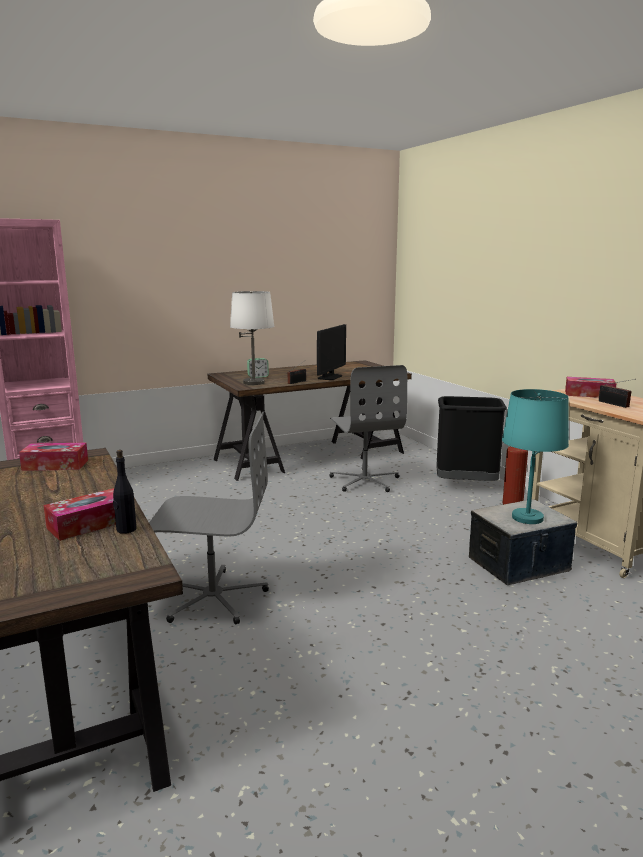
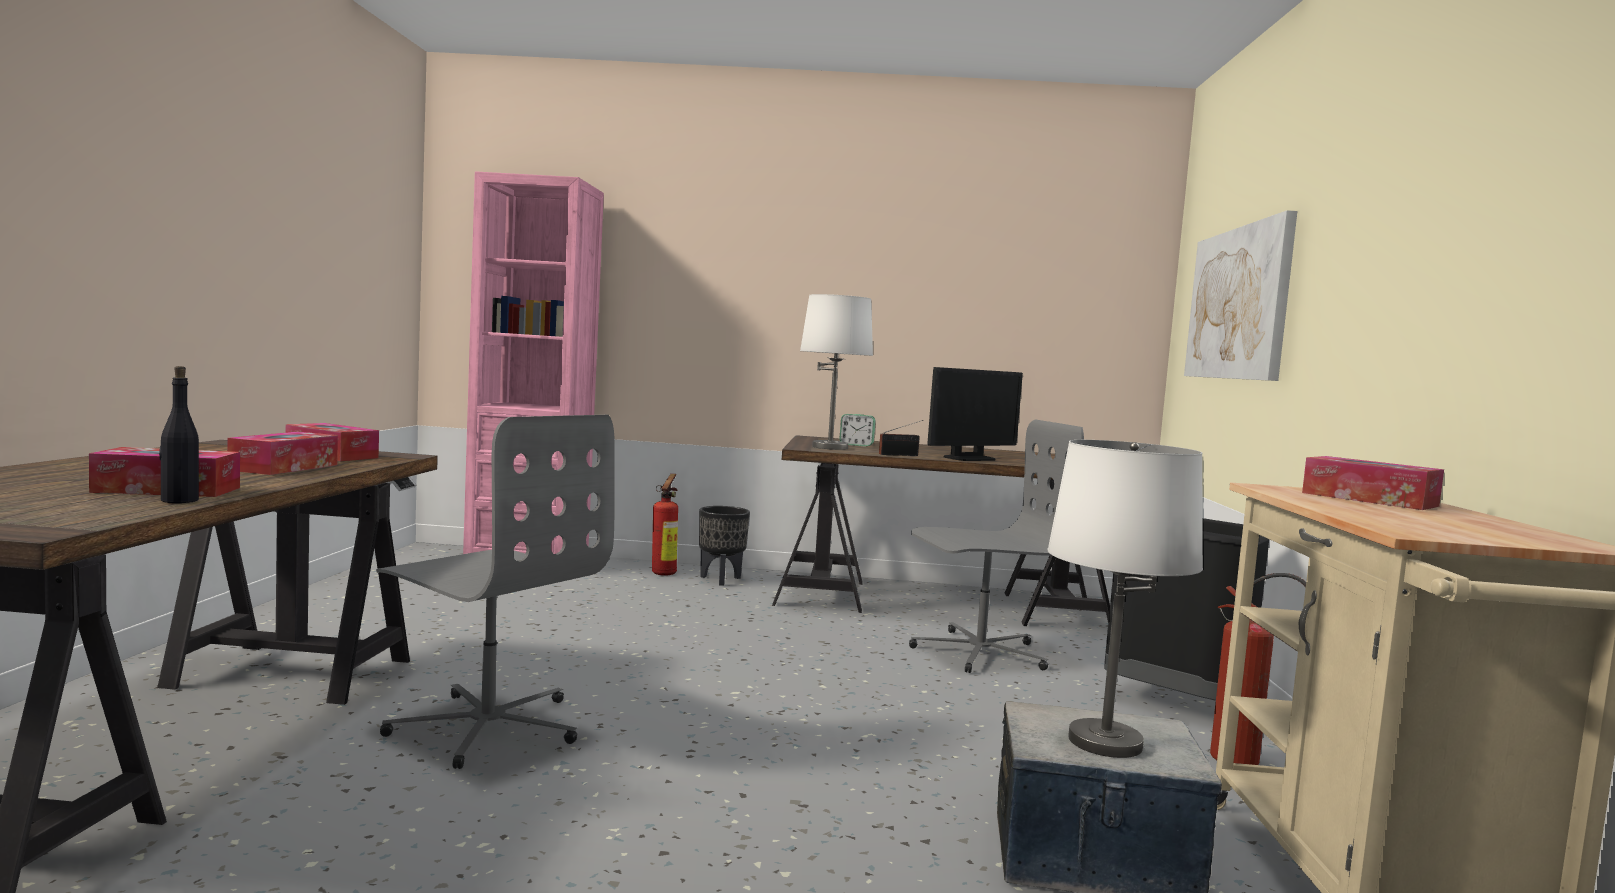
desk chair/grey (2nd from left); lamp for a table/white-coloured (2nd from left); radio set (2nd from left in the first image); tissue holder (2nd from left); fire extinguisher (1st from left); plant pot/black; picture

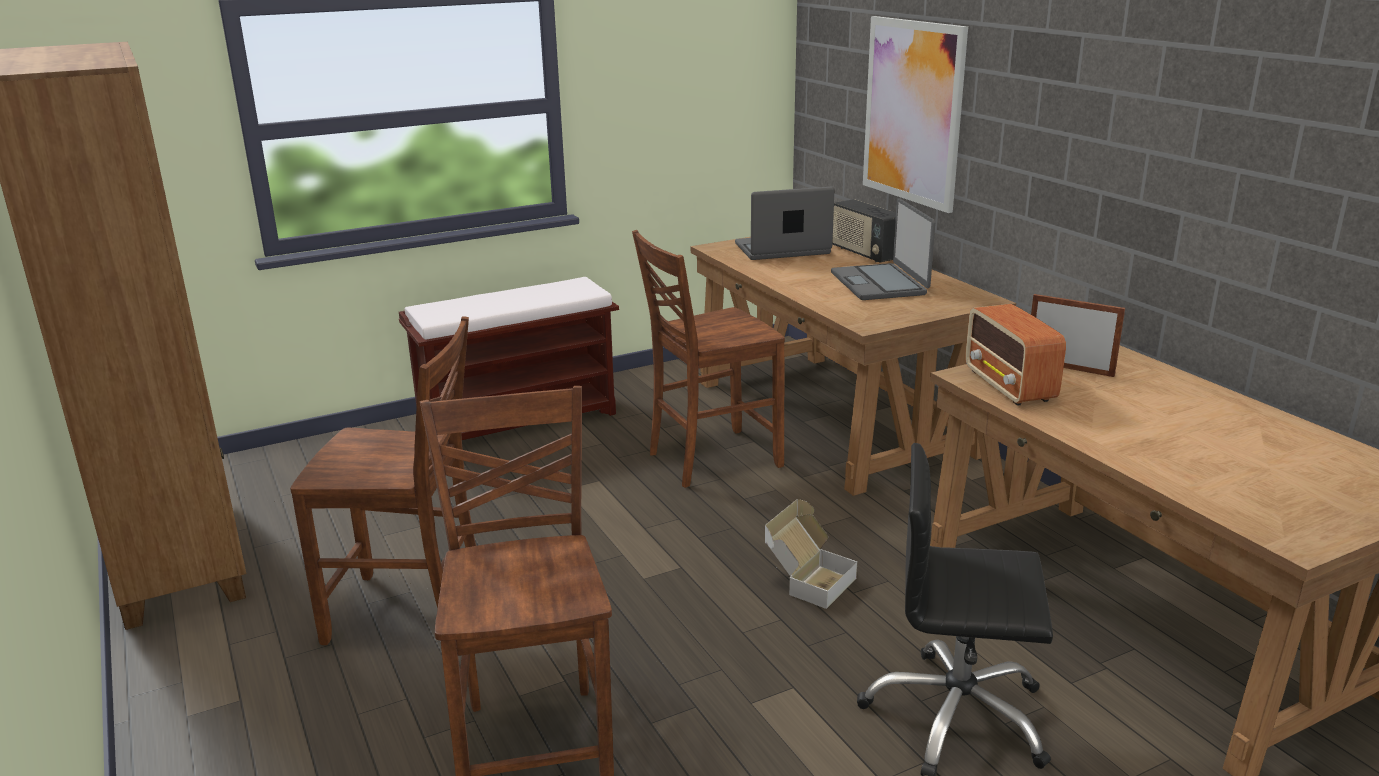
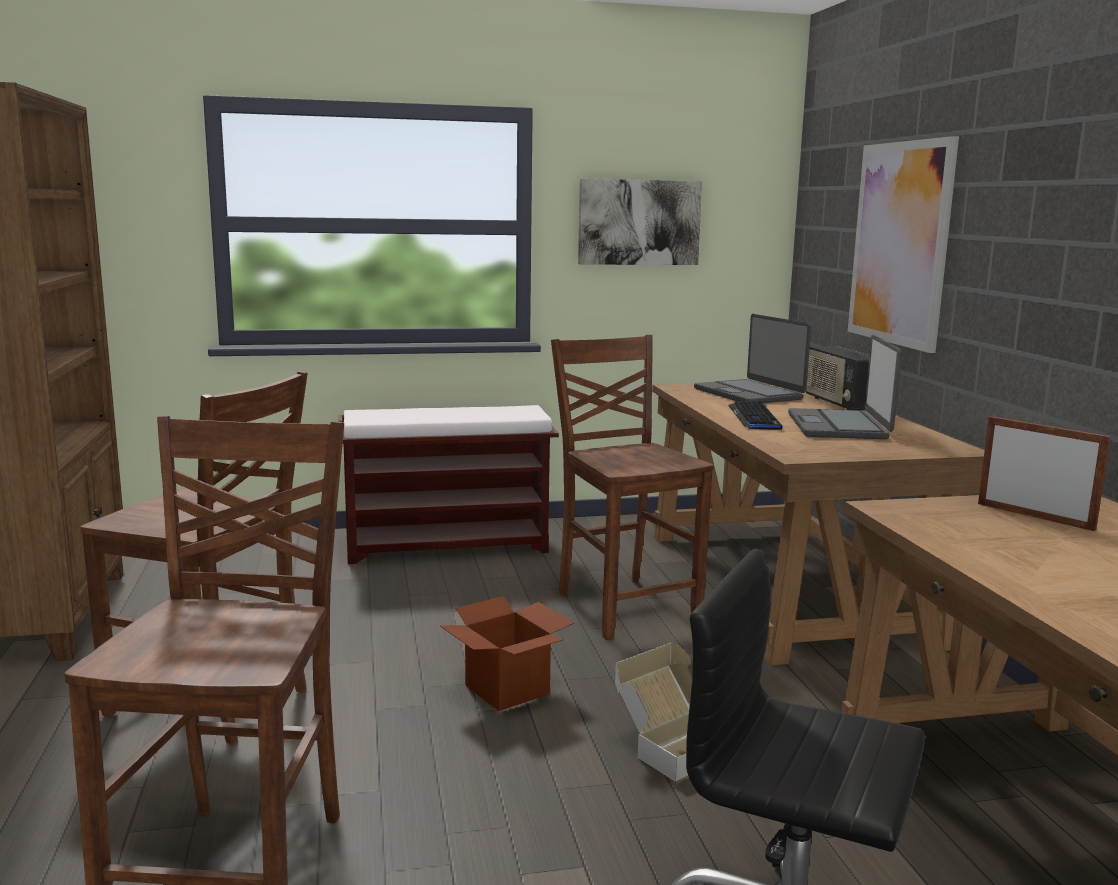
plain chair/brown (3rd from left); laptop (1st from left); radio set (2nd from left in the first image); packing box (1st from left); picture (1st from left); computer keyboard

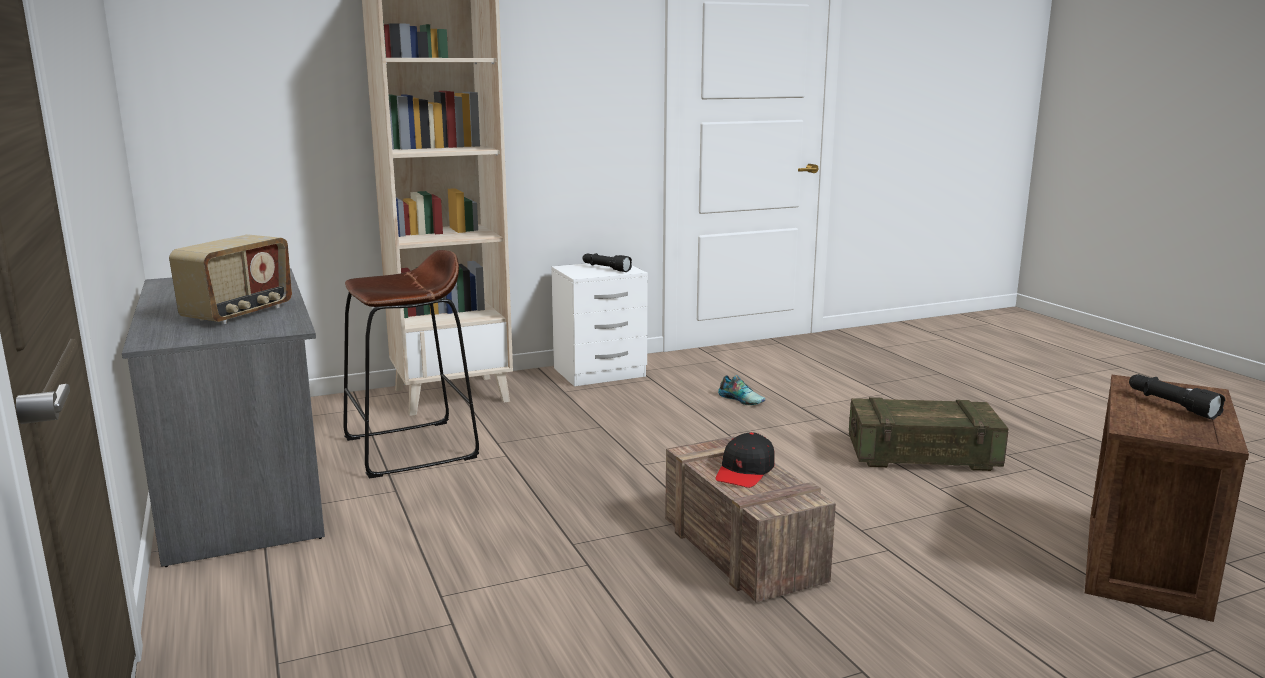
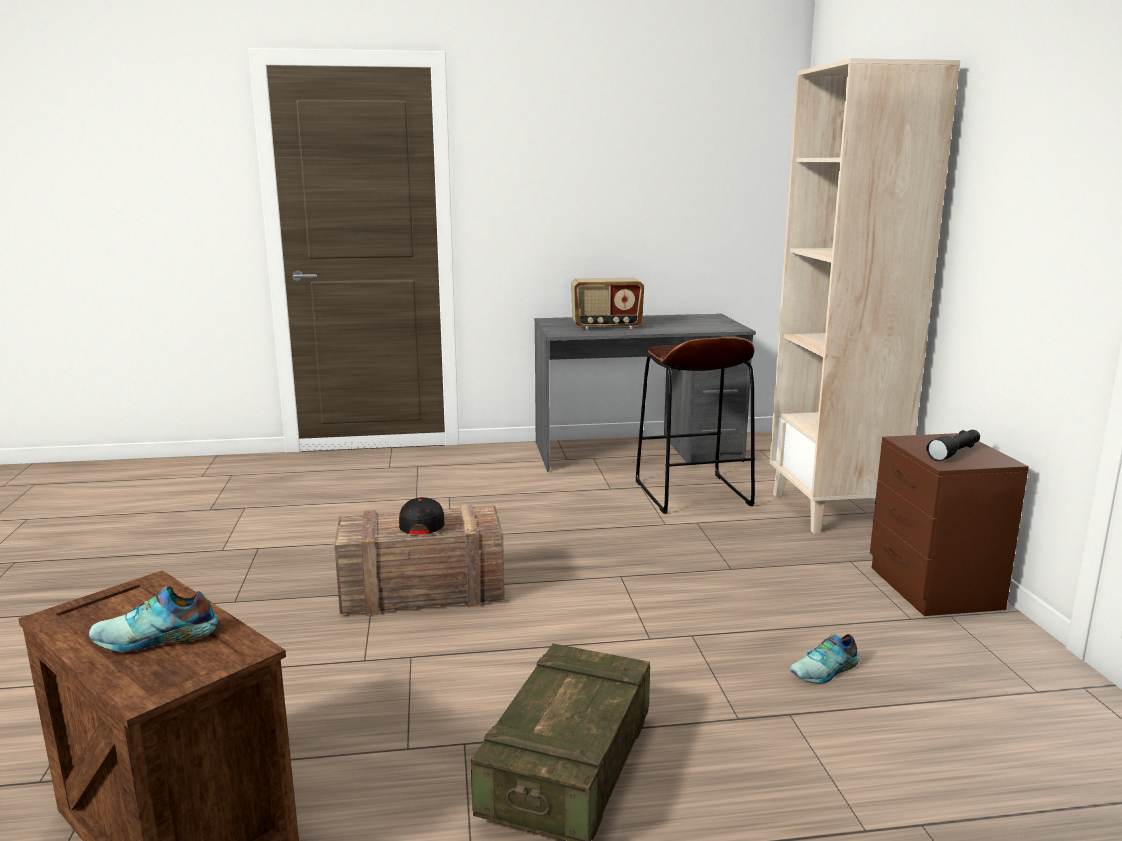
radio set; night table/brown; baseball cap/black; shoe (1st from left)

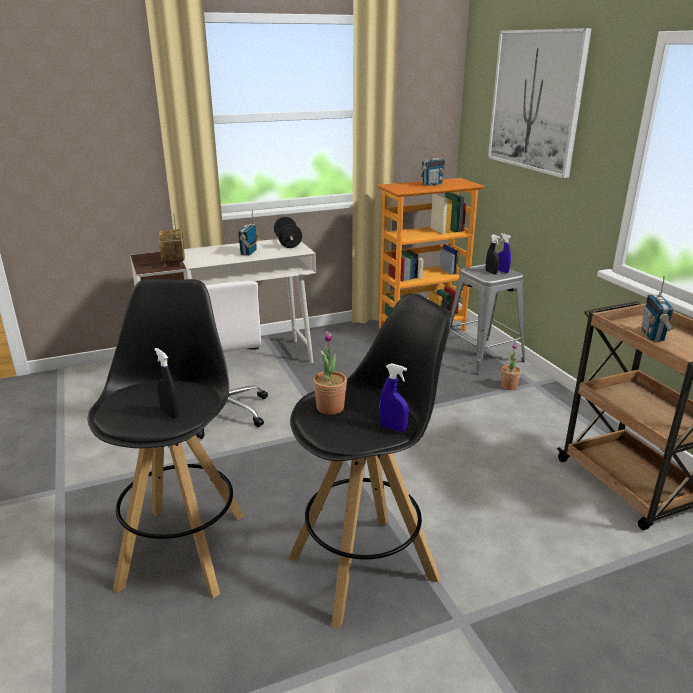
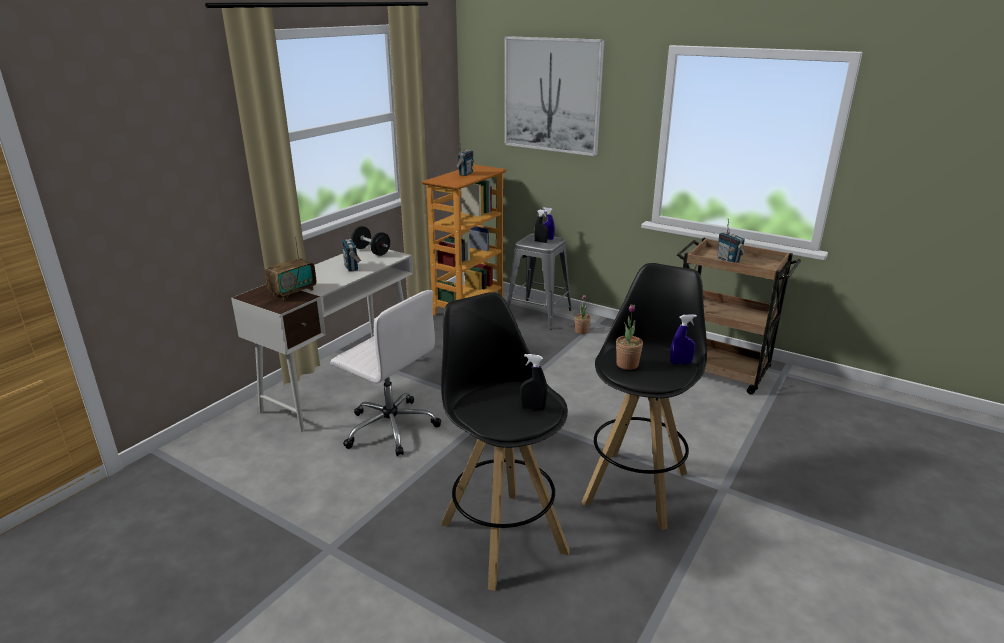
radio set (1st from left)

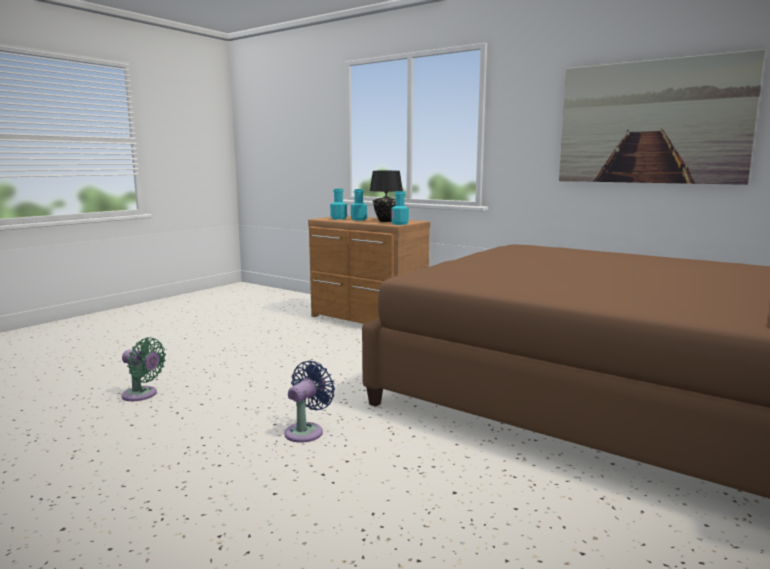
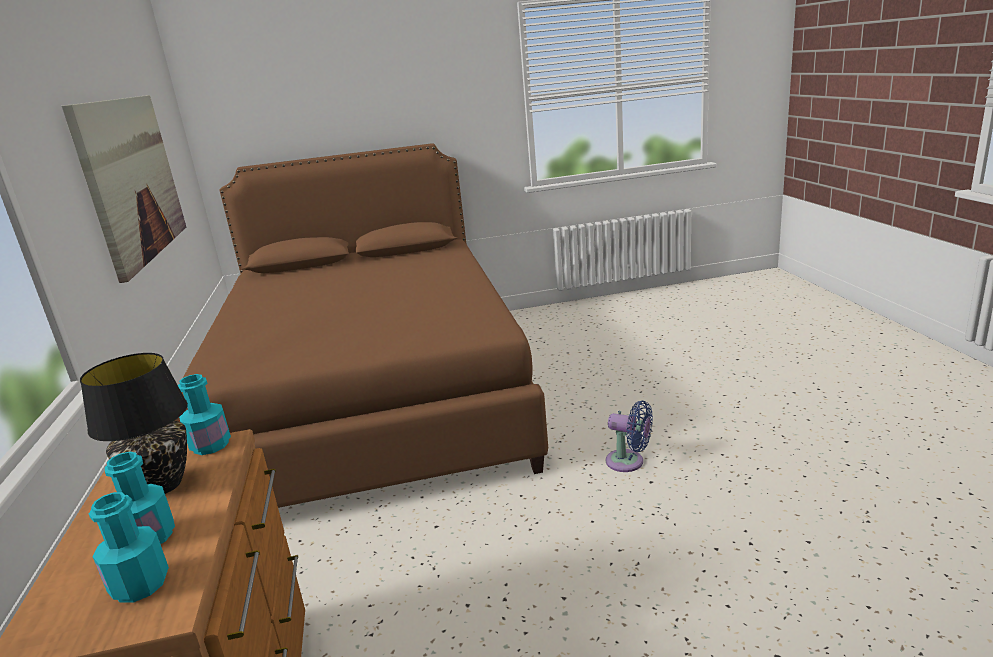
cooling fan/green; cooling fan/blue

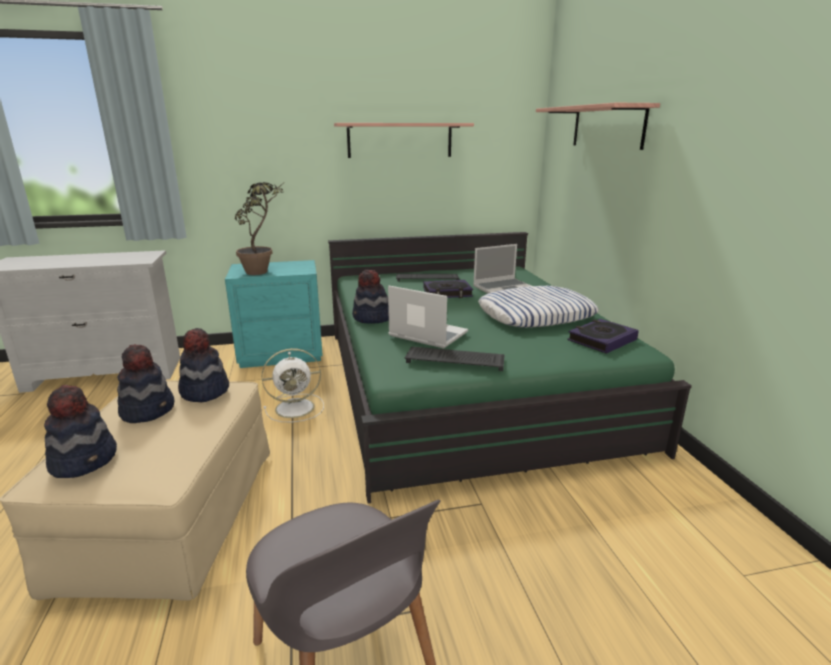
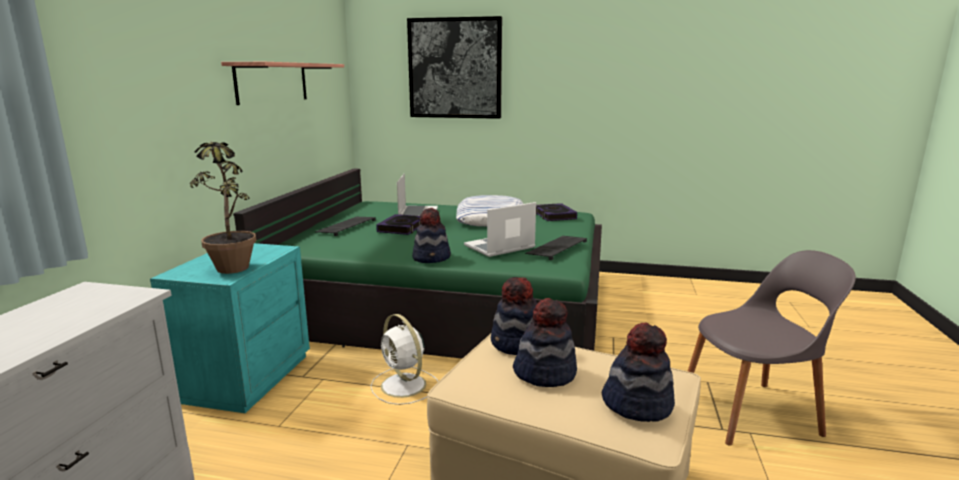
cooling fan/white-coloured; picture

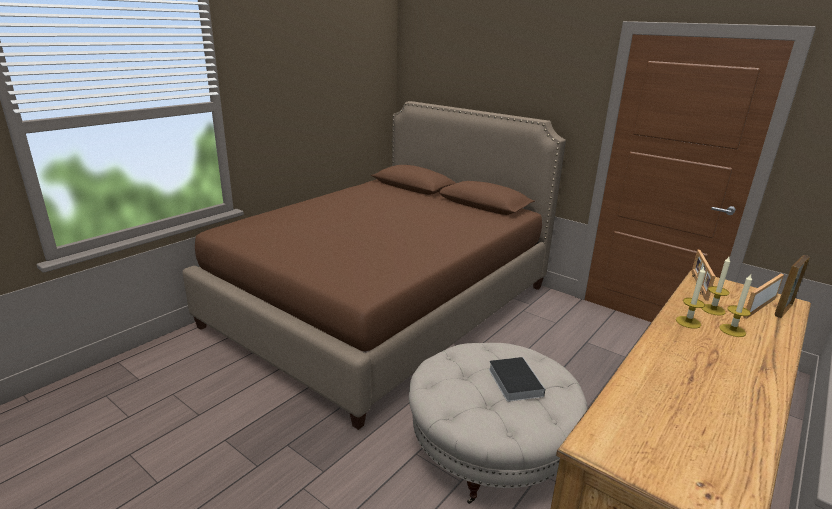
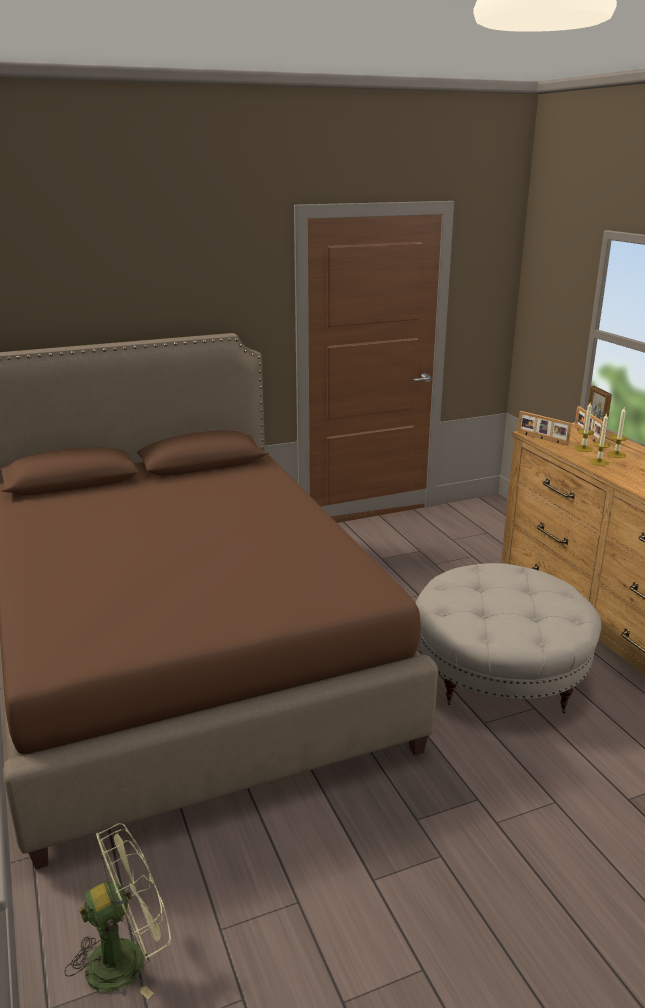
volume; cooling fan/green

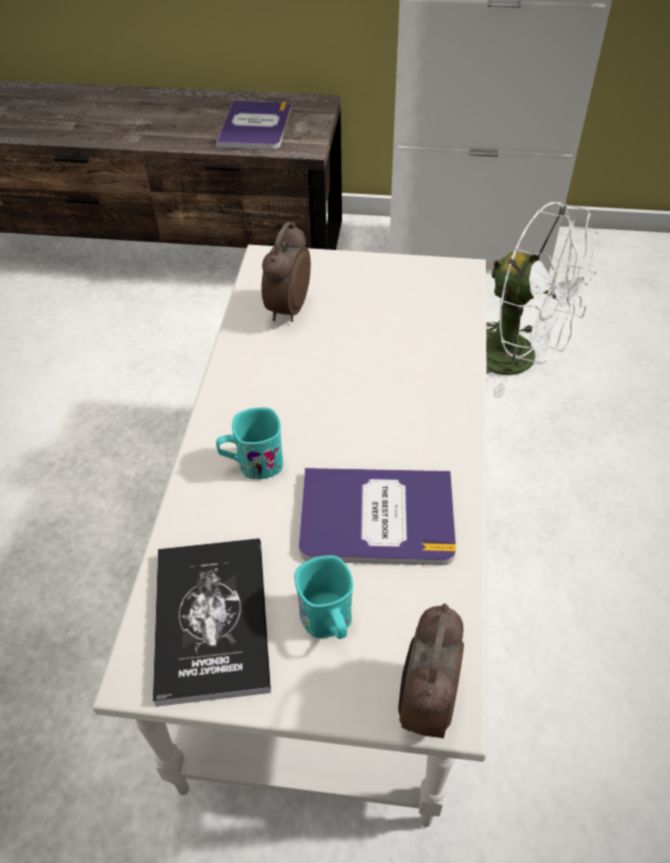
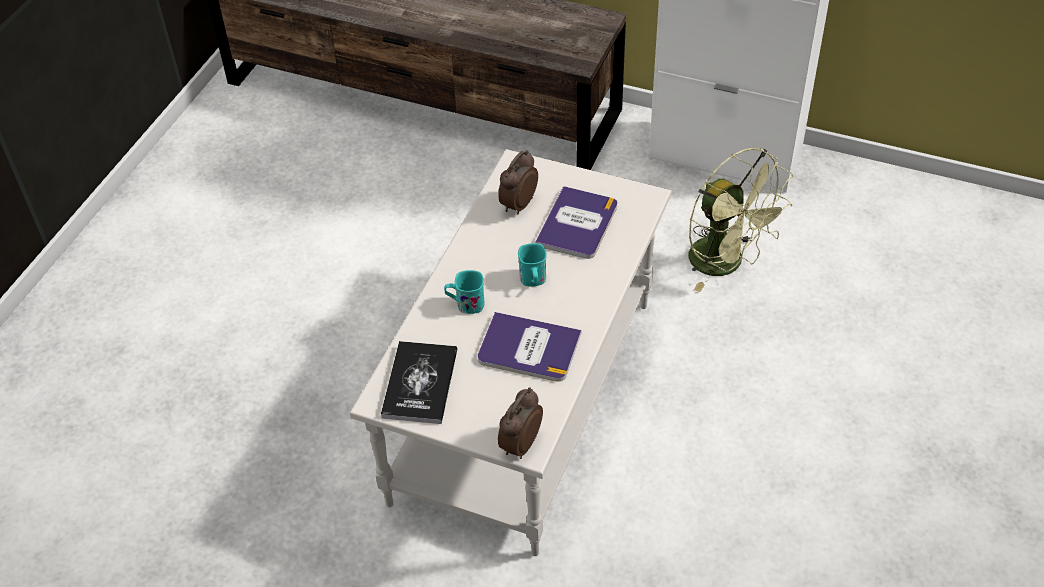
volume (3rd from left); tea mug/turquoise-coloured (2nd from left); cooling fan/green

